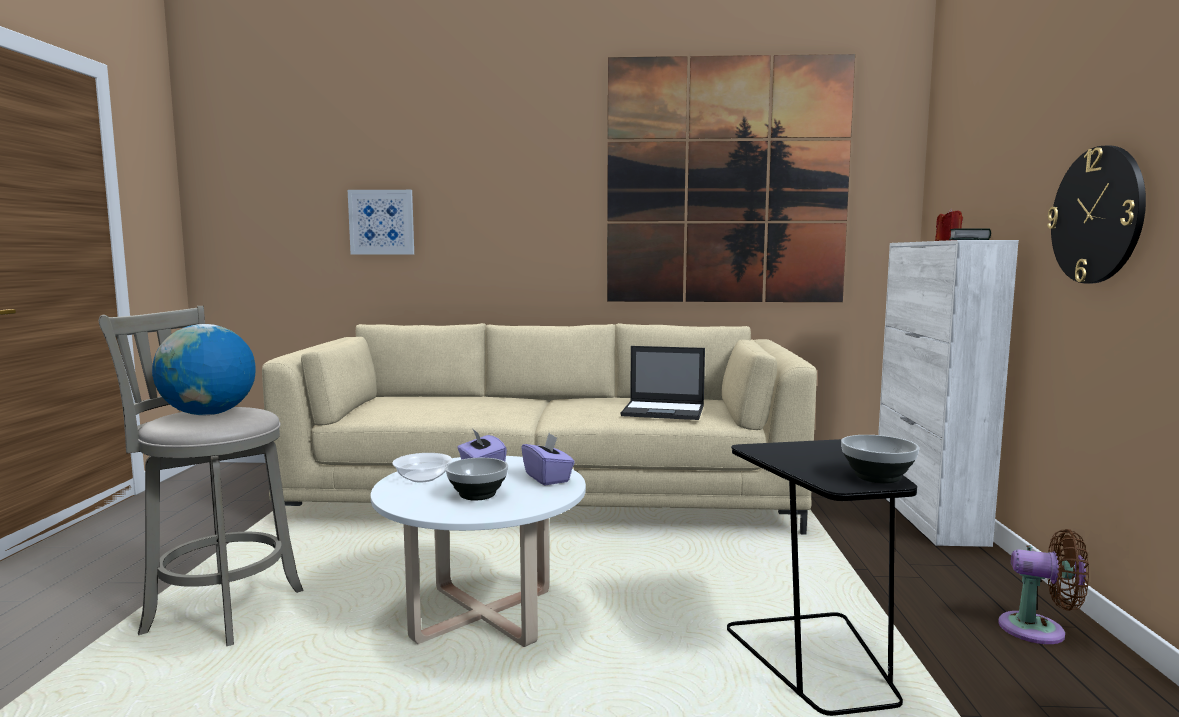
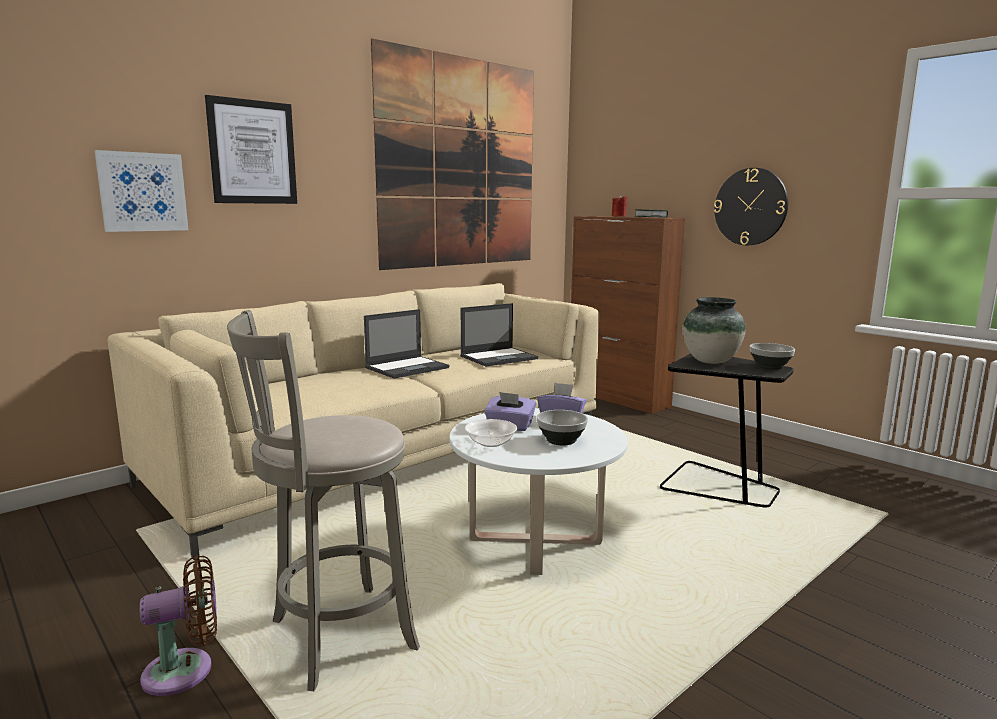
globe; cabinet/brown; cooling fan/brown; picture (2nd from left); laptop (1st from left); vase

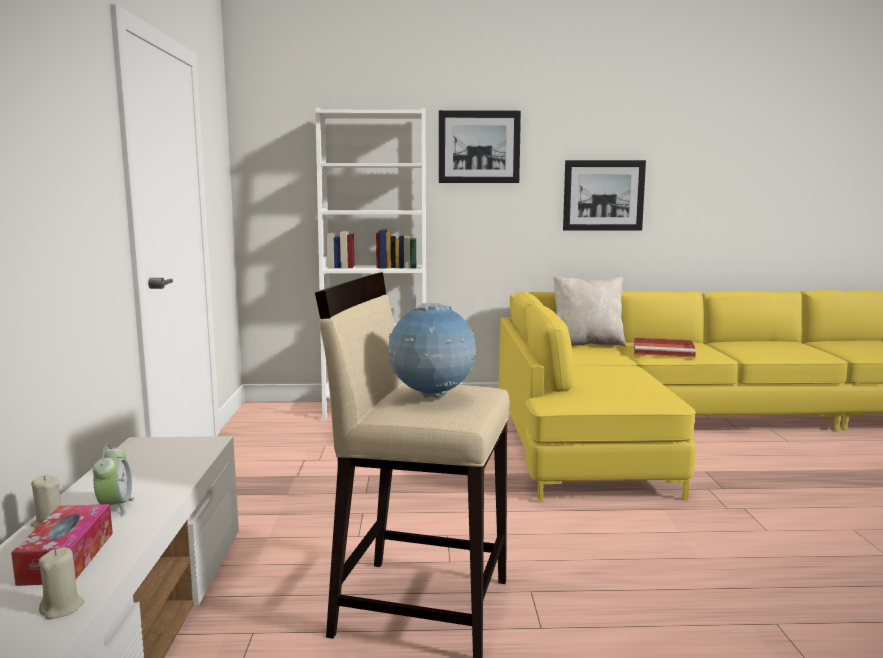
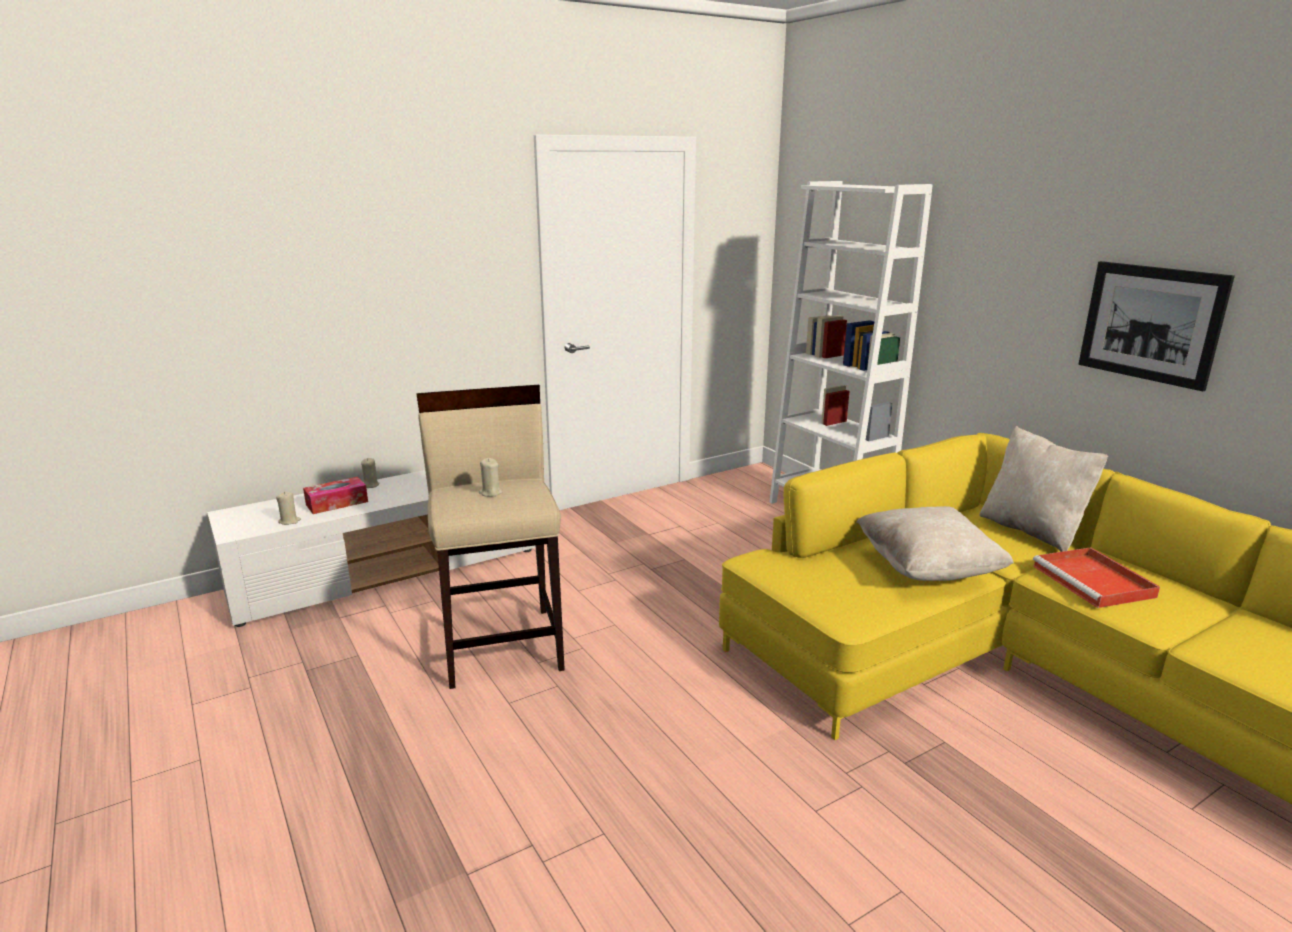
bedside clock; wax light/beige-coloured (3rd from left); picture (1st from left in the first image); cushion/beige-coloured (1st from left)

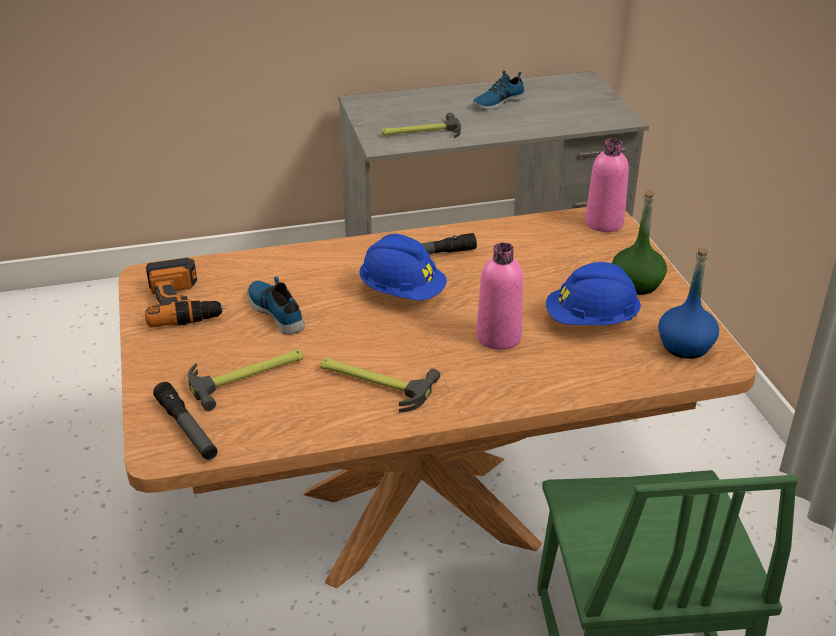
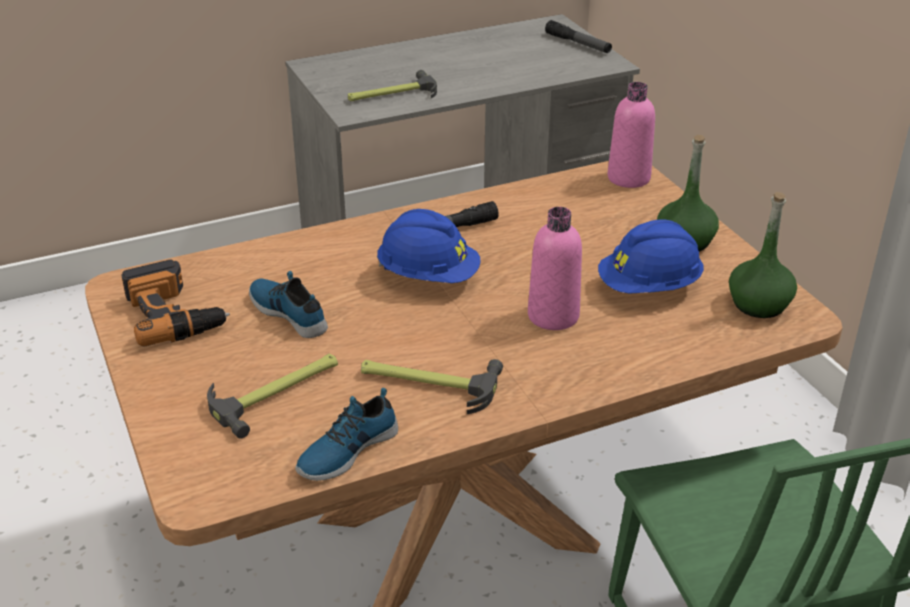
hand torch (2nd from left); shoe (2nd from left); bottle/green (2nd from left)

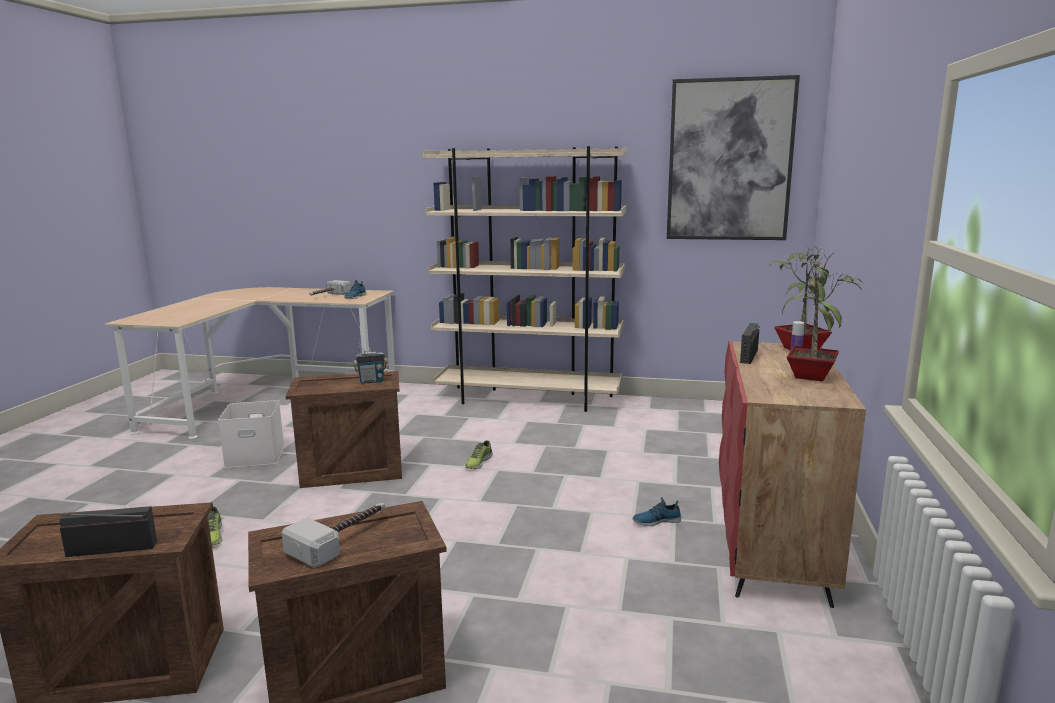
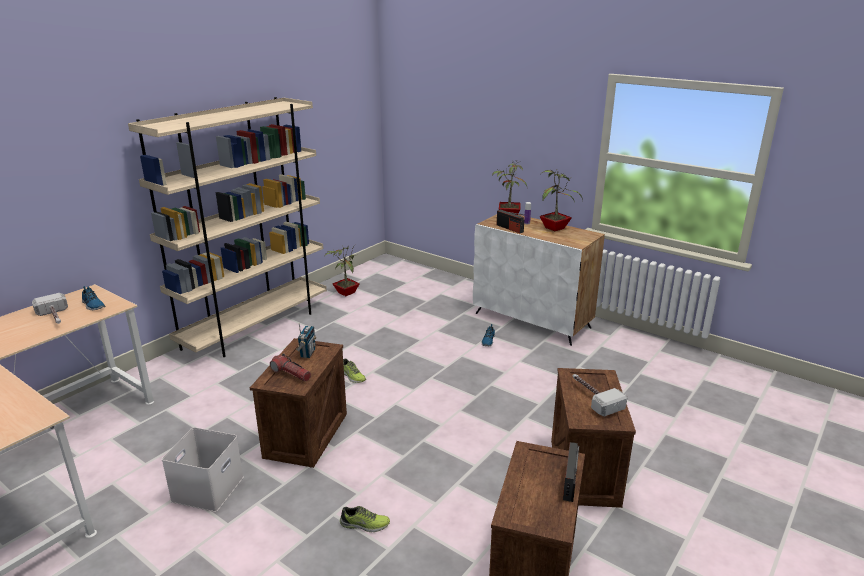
picture; cabinet/white-coloured; hand torch; houseplant (1st from left)

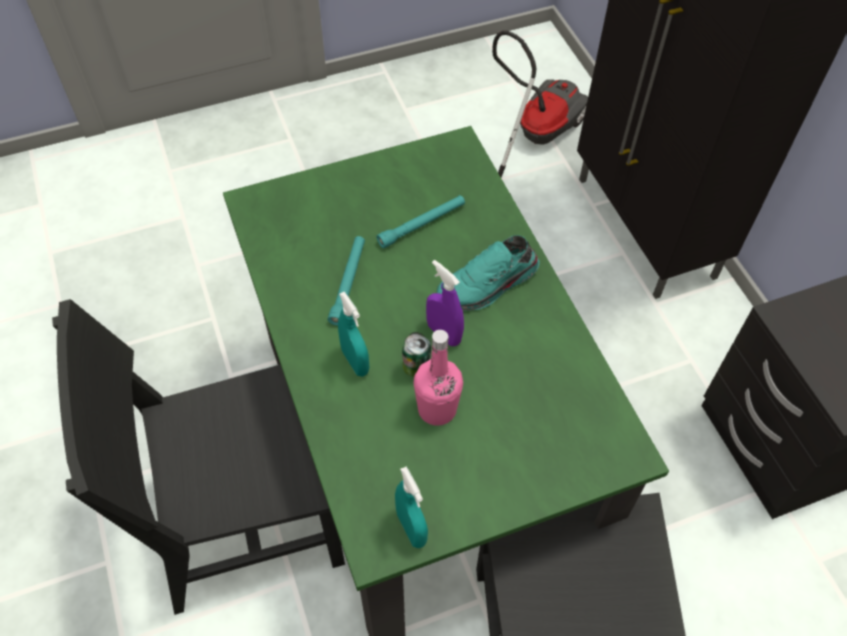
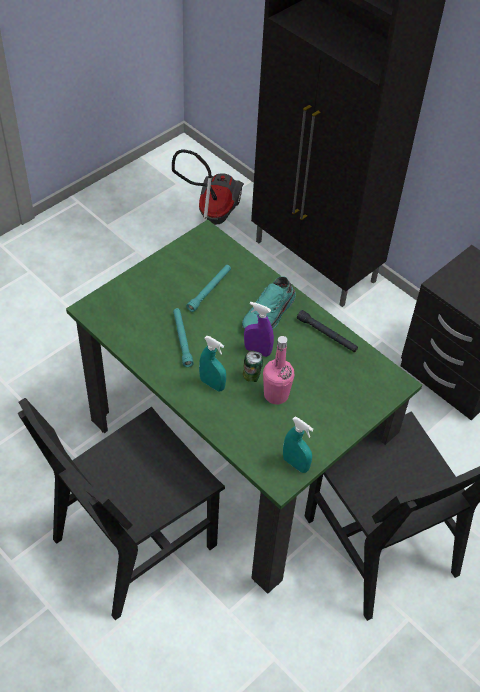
hand torch/black

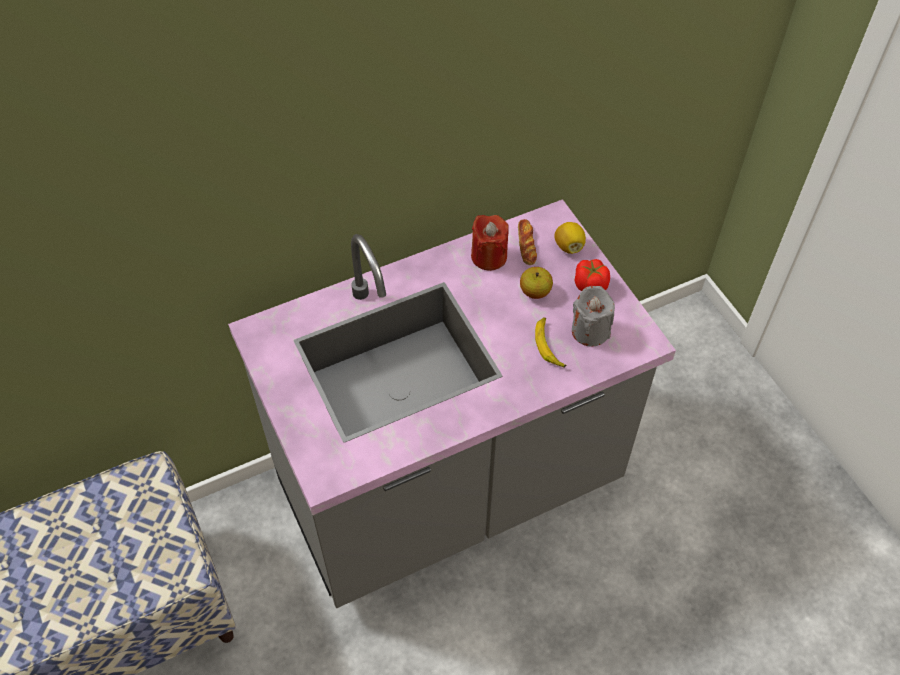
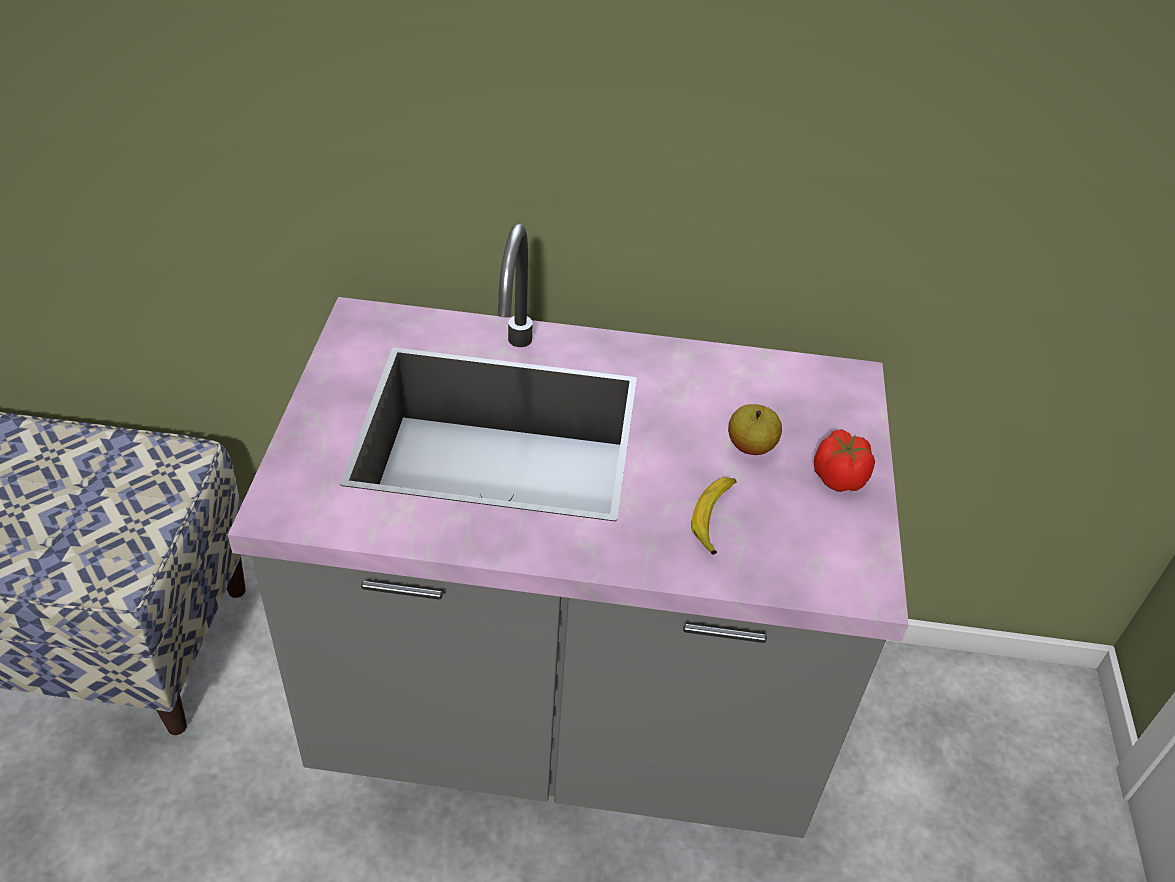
wax light/red-coloured; bread; lemon; wax light/grey

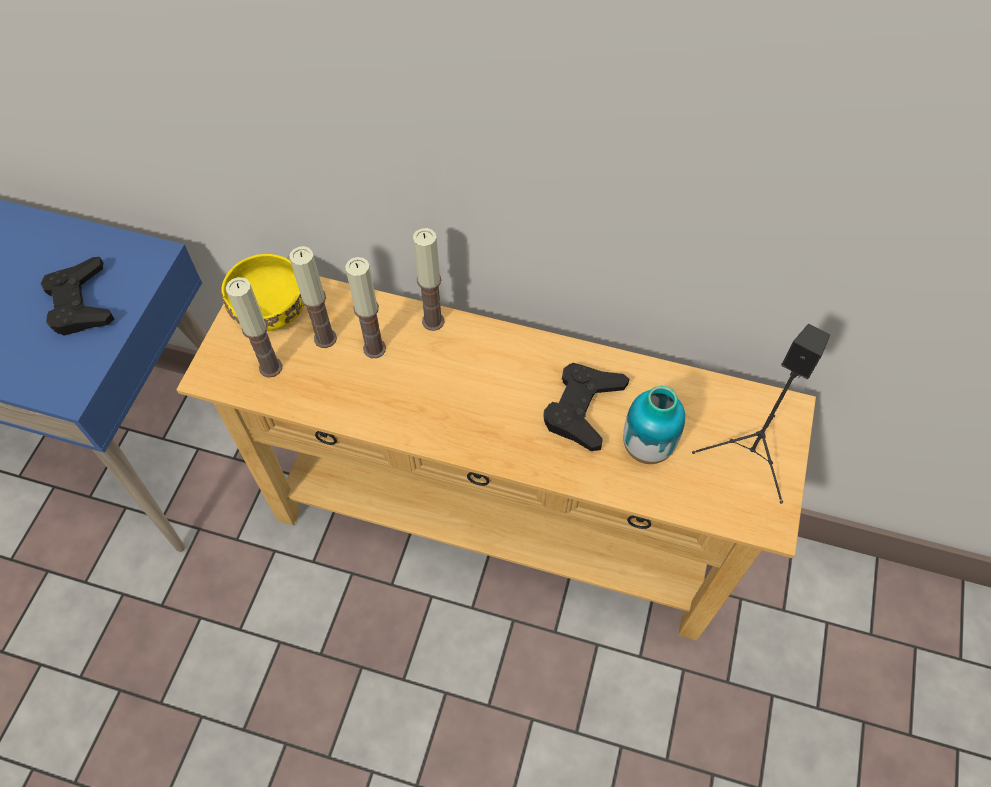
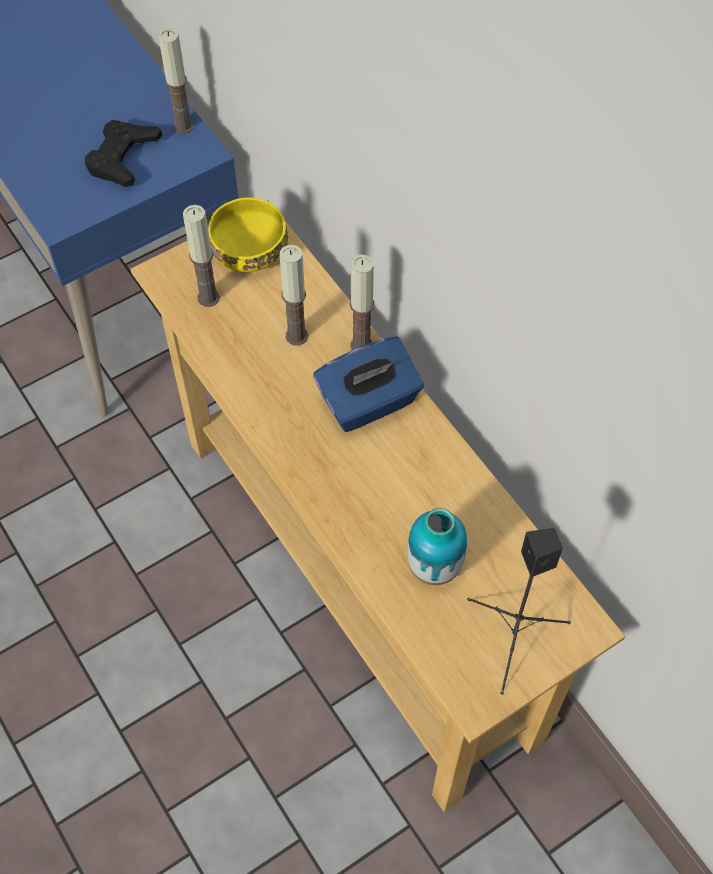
wax light (1st from left); joypad/black (2nd from left in the first image); tissue holder/blue

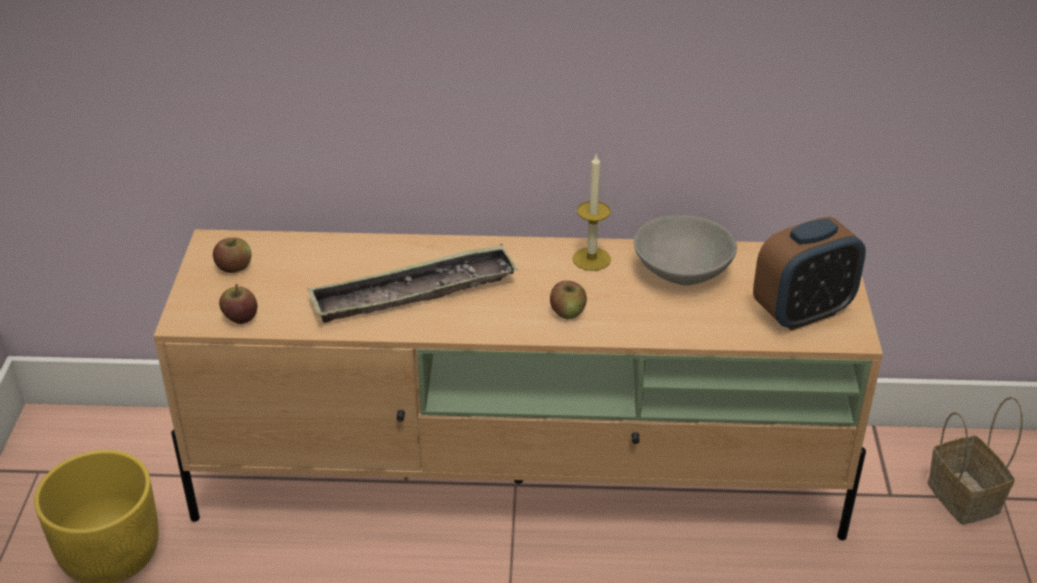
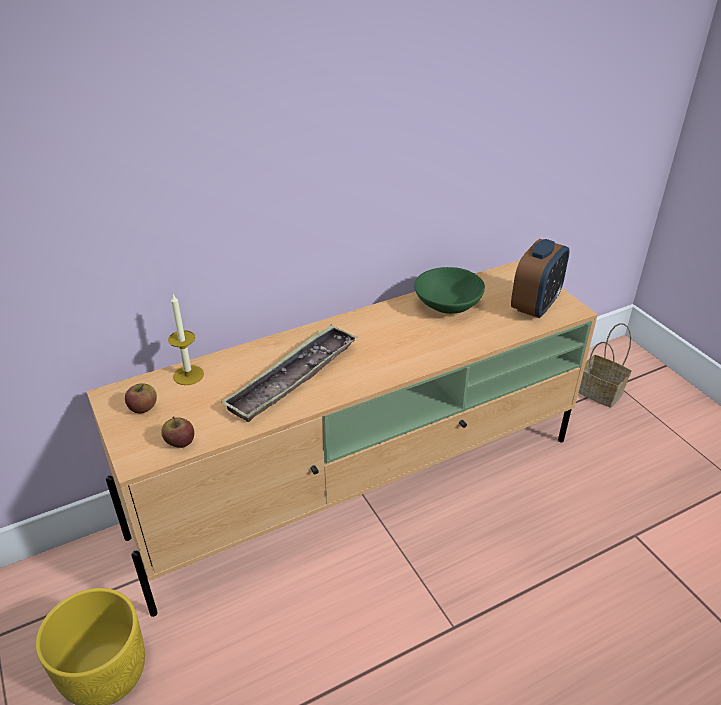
apple (3rd from left in the first image); wax light; bowl/green

